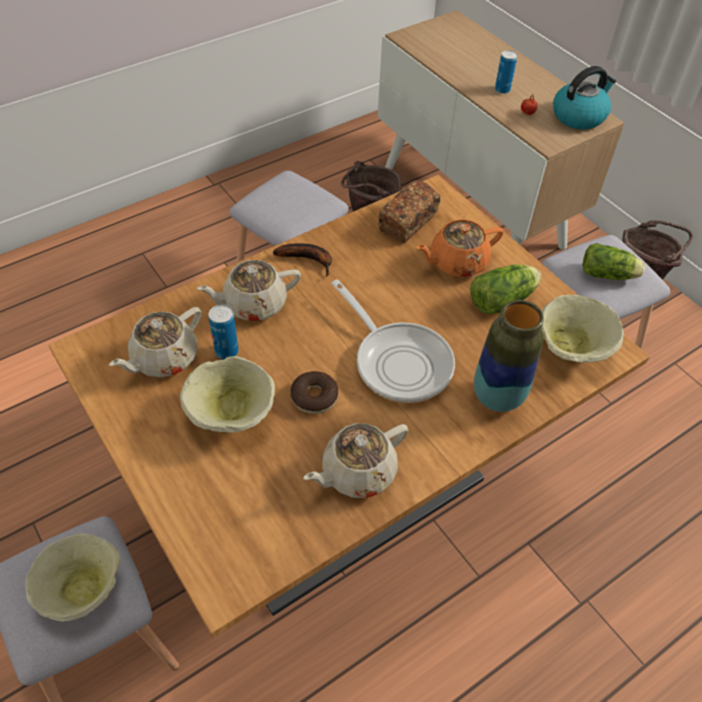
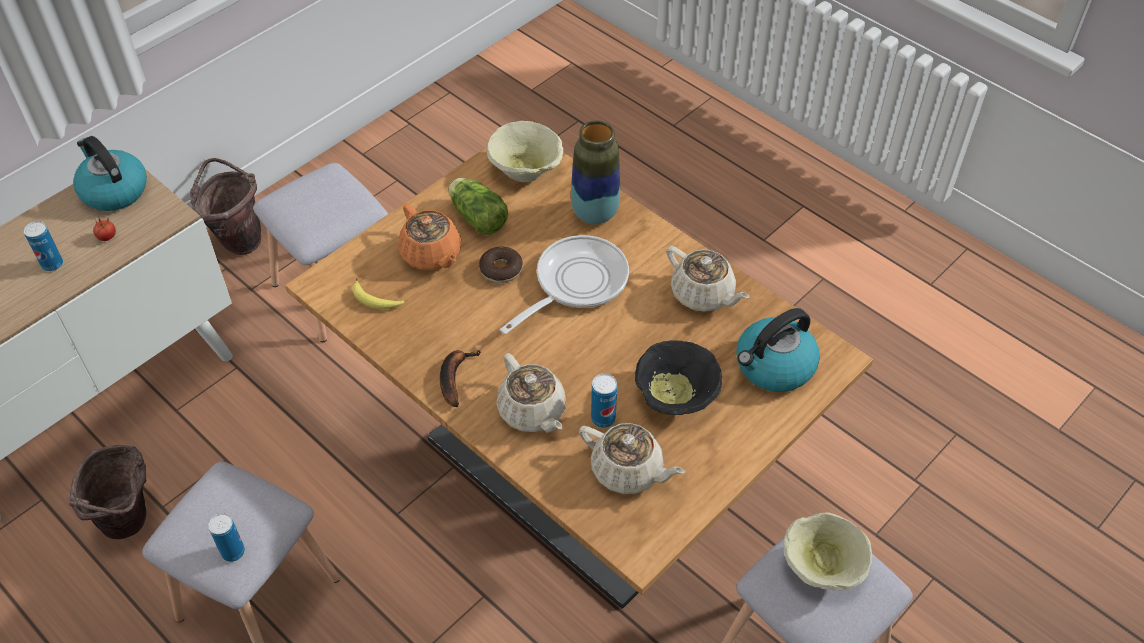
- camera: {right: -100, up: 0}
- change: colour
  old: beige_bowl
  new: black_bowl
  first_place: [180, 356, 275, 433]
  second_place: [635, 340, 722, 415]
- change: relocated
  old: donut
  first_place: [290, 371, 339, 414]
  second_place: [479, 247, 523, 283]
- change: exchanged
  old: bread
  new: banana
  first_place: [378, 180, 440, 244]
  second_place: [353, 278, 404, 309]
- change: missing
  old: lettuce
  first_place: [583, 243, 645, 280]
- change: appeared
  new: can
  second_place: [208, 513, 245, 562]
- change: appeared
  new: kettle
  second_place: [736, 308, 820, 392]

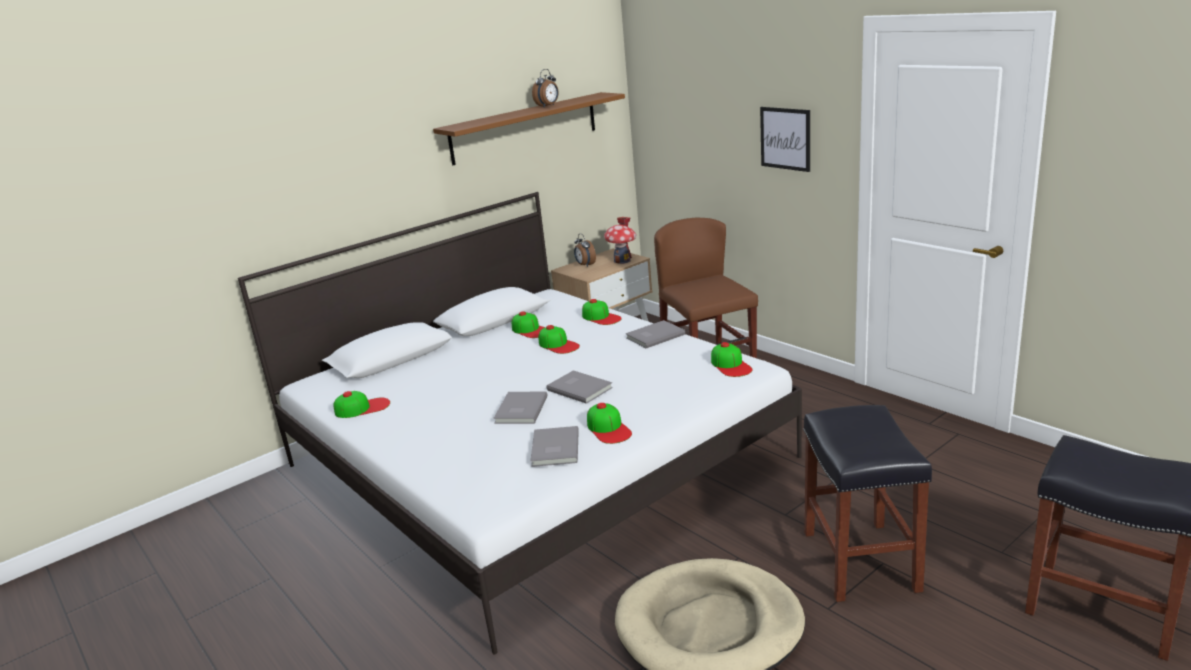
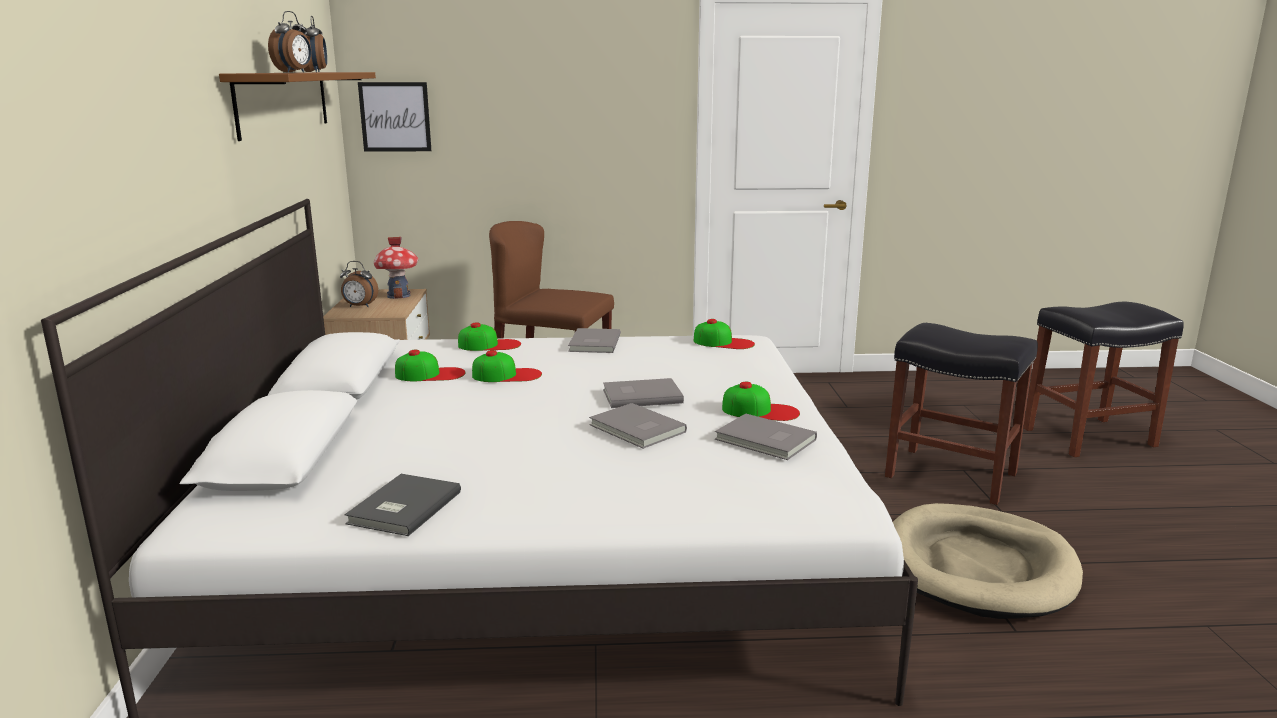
- camera: {right: -55, up: -5}
- change: exchanged
  old: cap
  new: grey_book
  first_place: [333, 391, 390, 418]
  second_place: [344, 474, 461, 536]
- change: relocated
  old: picture
  first_place: [760, 107, 810, 172]
  second_place: [358, 82, 431, 152]
- change: appeared
  new: alarm_clock
  second_place: [268, 11, 312, 73]

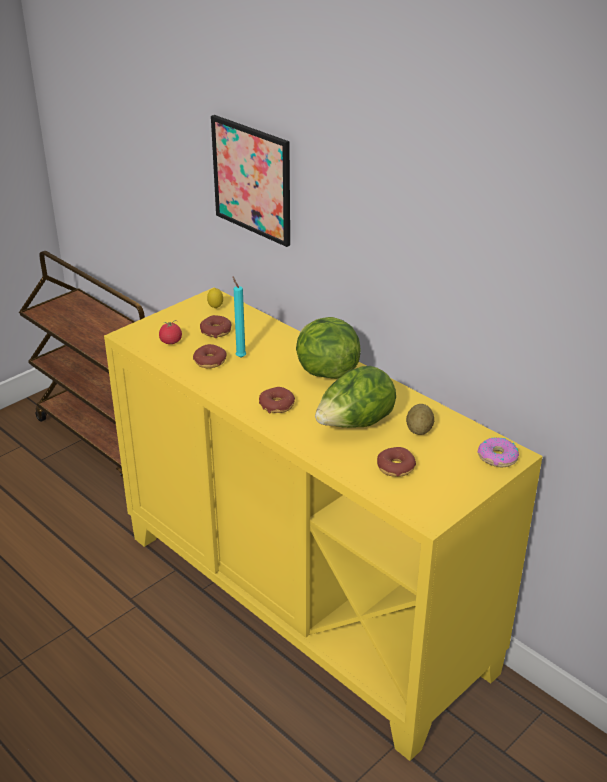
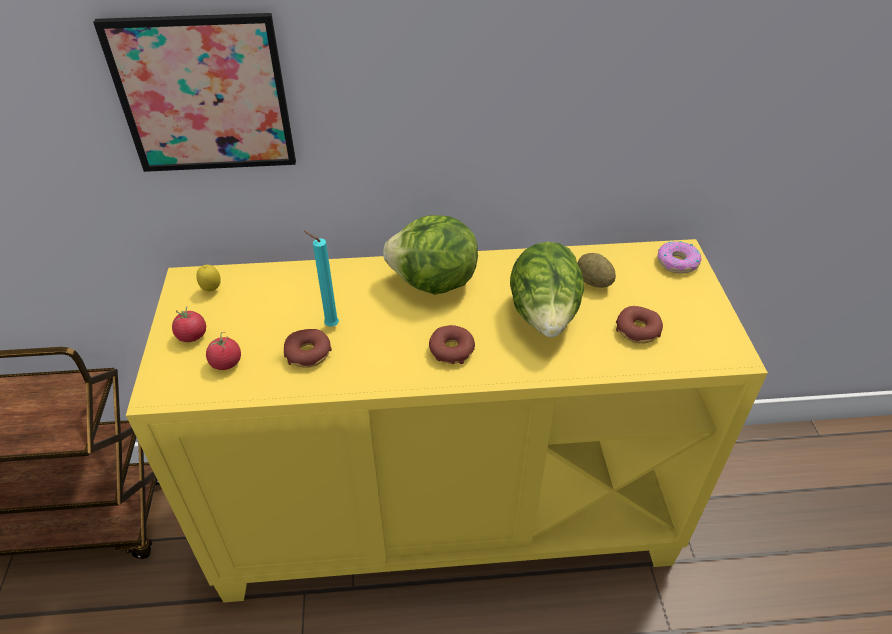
- camera: {right: -50, up: 10}
- change: missing
  old: donut
  first_place: [200, 315, 232, 338]
- change: appeared
  new: tomato
  second_place: [172, 307, 206, 342]

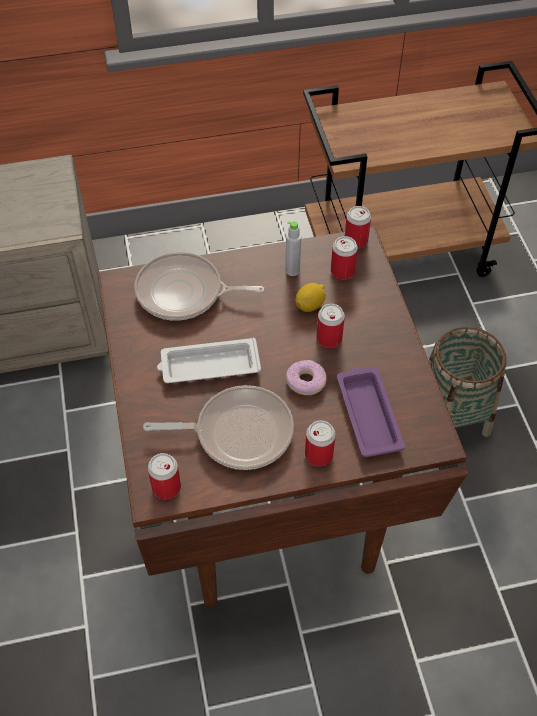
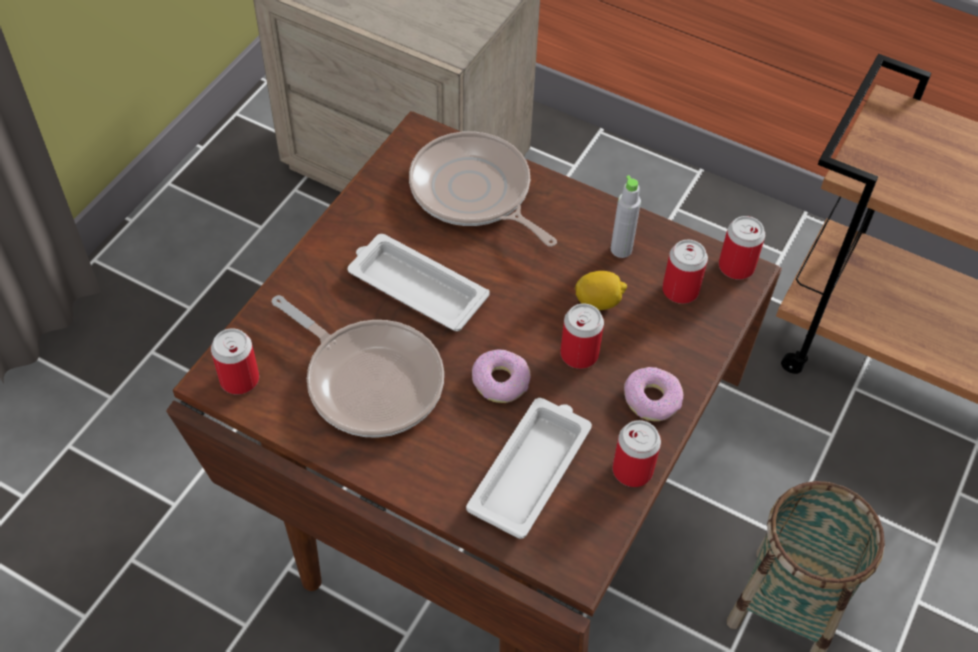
- camera: {right: 40, up: 0}
- change: relocated
  old: can
  first_place: [305, 420, 336, 466]
  second_place: [612, 420, 661, 487]
- change: colour
  old: purple_tray
  new: white_tray
  first_place: [337, 367, 405, 458]
  second_place: [466, 398, 592, 539]
- change: appeared
  new: donut
  second_place: [624, 367, 683, 421]

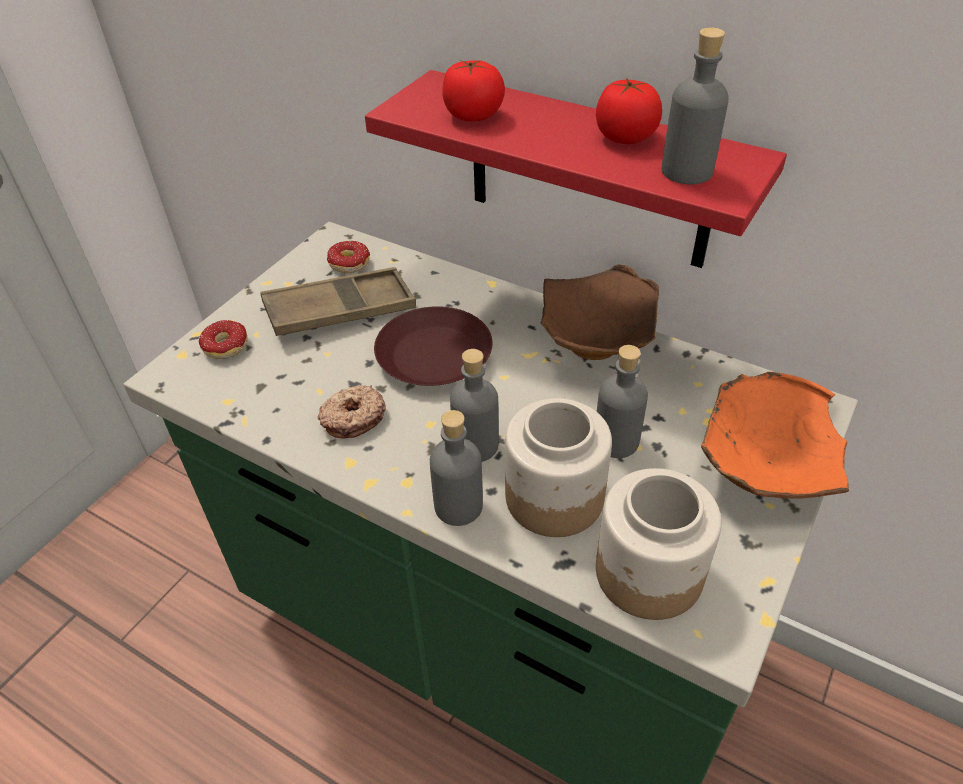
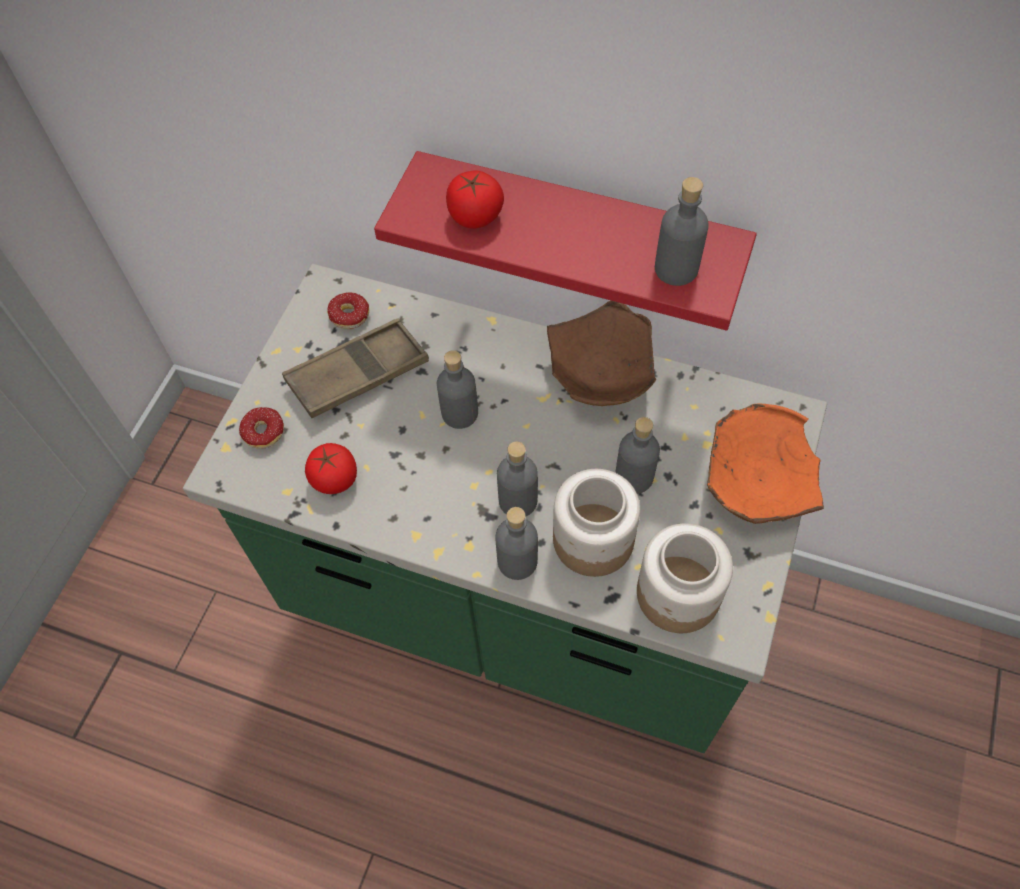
- camera: {right: -10, up: 15}
- change: missing
  old: donut
  first_place: [317, 385, 386, 439]
- change: exchanged
  old: brown_plate
  new: grey_bottle
  first_place: [374, 306, 492, 386]
  second_place: [437, 350, 478, 429]
- change: relocated
  old: tomato
  first_place: [596, 78, 662, 144]
  second_place: [305, 443, 357, 494]

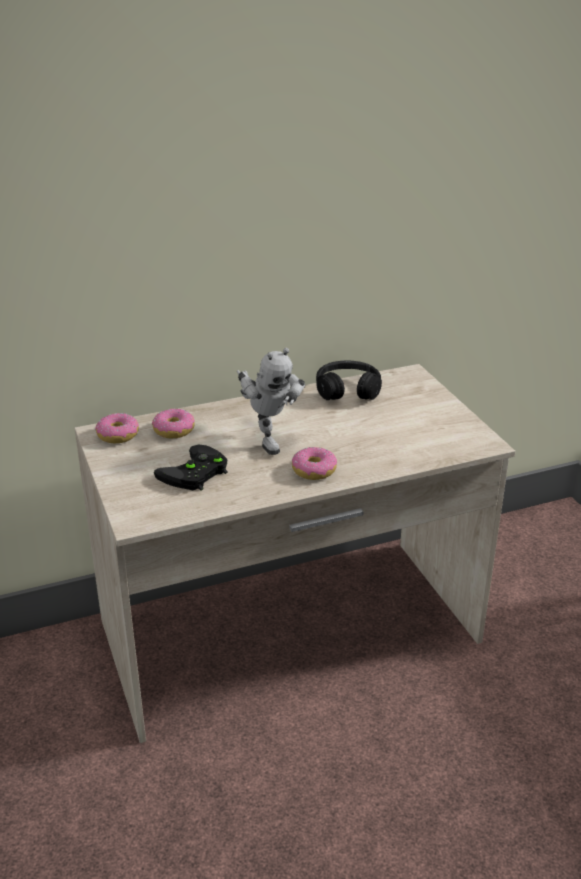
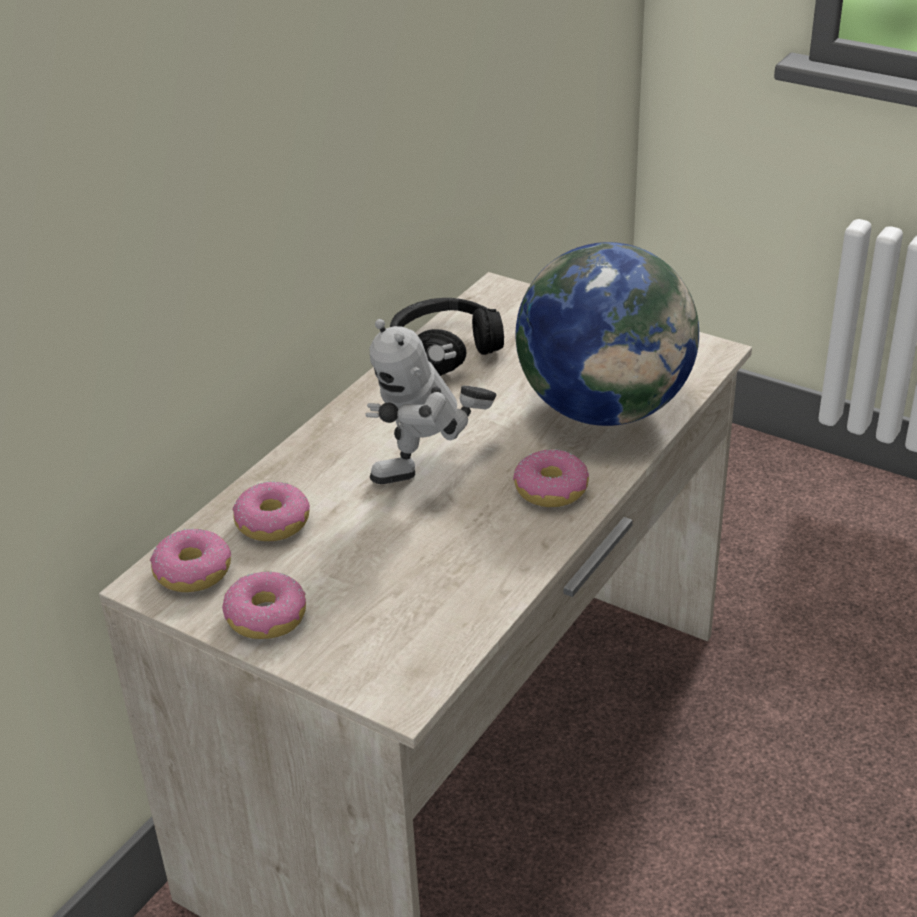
- camera: {right: -35, up: 5}
- change: missing
  old: black_game_controller
  first_place: [154, 445, 228, 490]
- change: spun
  old: toy_robot
  first_place: [237, 348, 305, 455]
  second_place: [366, 319, 497, 484]
  degrees: 120
- change: appeared
  new: donut
  second_place: [222, 572, 306, 639]
- change: appeared
  new: globe
  second_place: [516, 242, 699, 426]

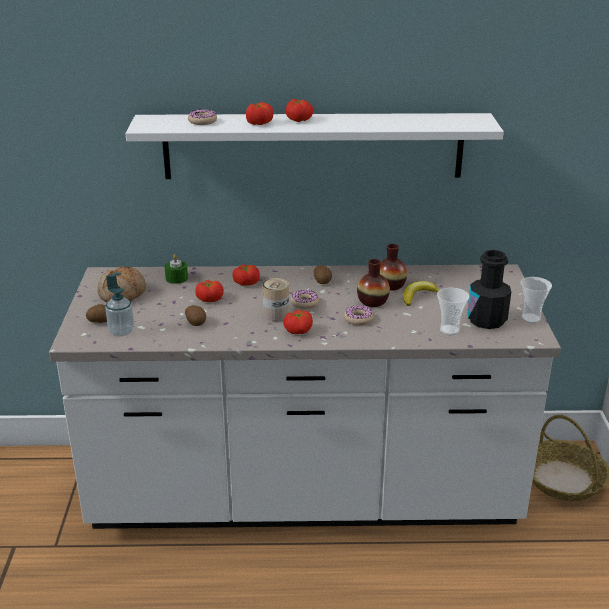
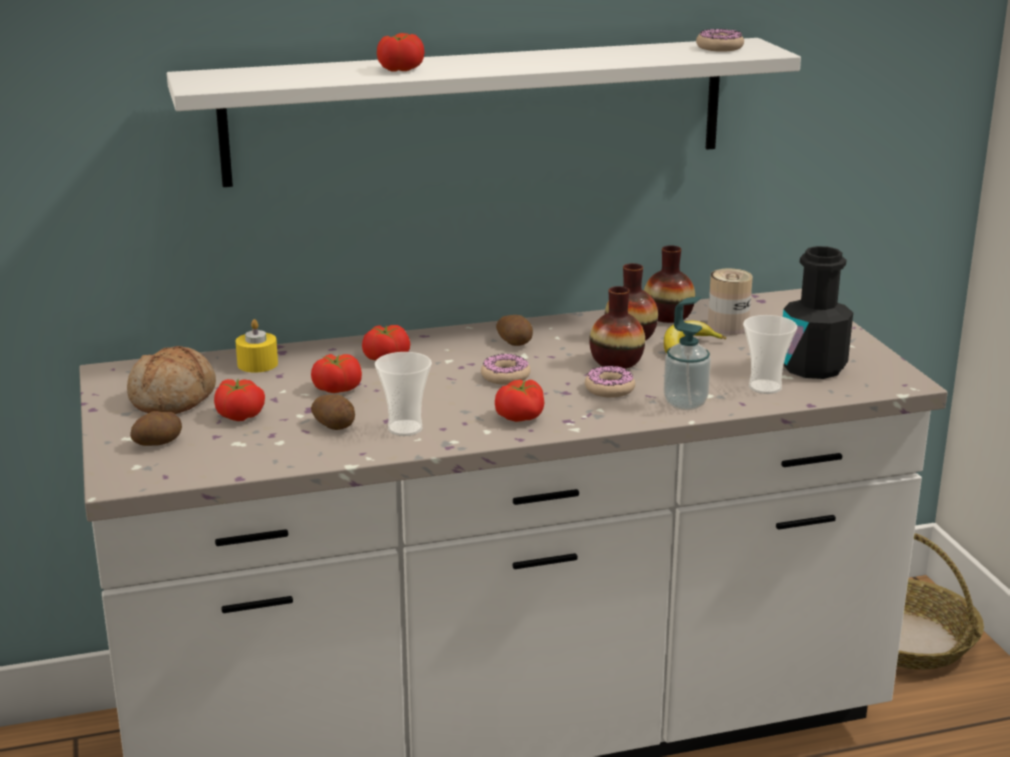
- camera: {right: -15, up: -5}
- change: relocated
  old: soap_dispenser
  first_place: [106, 272, 134, 336]
  second_place: [663, 296, 711, 410]
- change: colour
  old: green_candle
  new: yellow_candle
  first_place: [165, 254, 188, 284]
  second_place: [236, 319, 278, 373]
- change: relocated
  old: donut
  first_place: [188, 109, 217, 125]
  second_place: [696, 29, 744, 52]
- change: relocated
  old: can
  first_place: [262, 278, 289, 321]
  second_place: [708, 268, 753, 335]
- change: relocated
  old: tomato
  first_place: [286, 99, 314, 122]
  second_place: [214, 379, 265, 421]
- change: relocated
  old: cup
  first_place: [520, 277, 552, 323]
  second_place: [375, 352, 432, 436]
- change: appeared
  new: vase
  second_place: [644, 245, 695, 323]

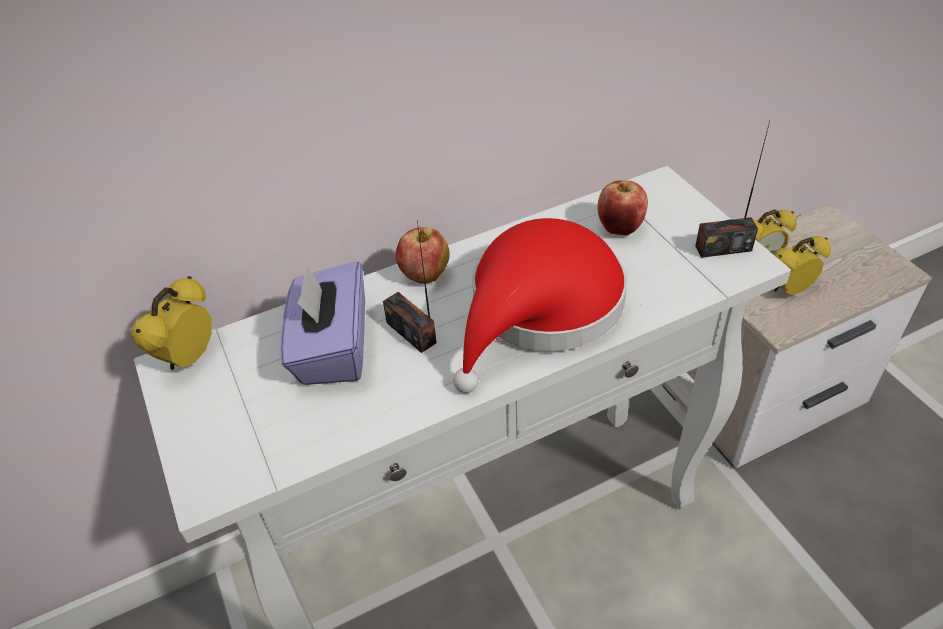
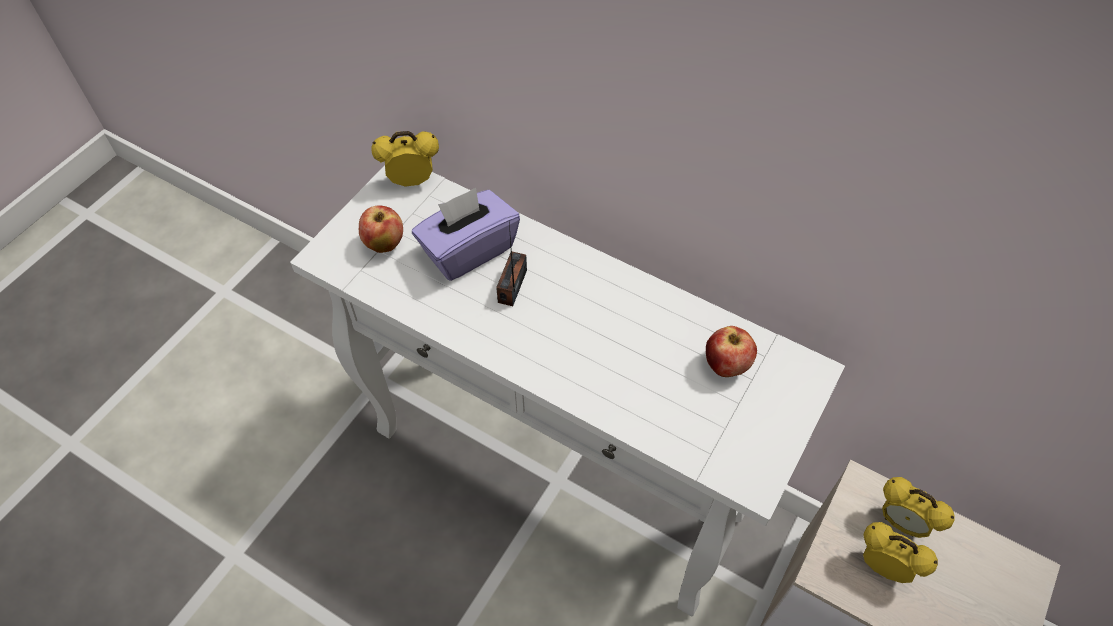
- camera: {right: 55, up: 10}
- change: relocated
  old: apple
  first_place: [396, 227, 450, 284]
  second_place: [359, 205, 403, 253]
- change: missing
  old: red_hat
  first_place: [453, 218, 627, 393]
- change: missing
  old: radio
  first_place: [695, 121, 770, 258]

